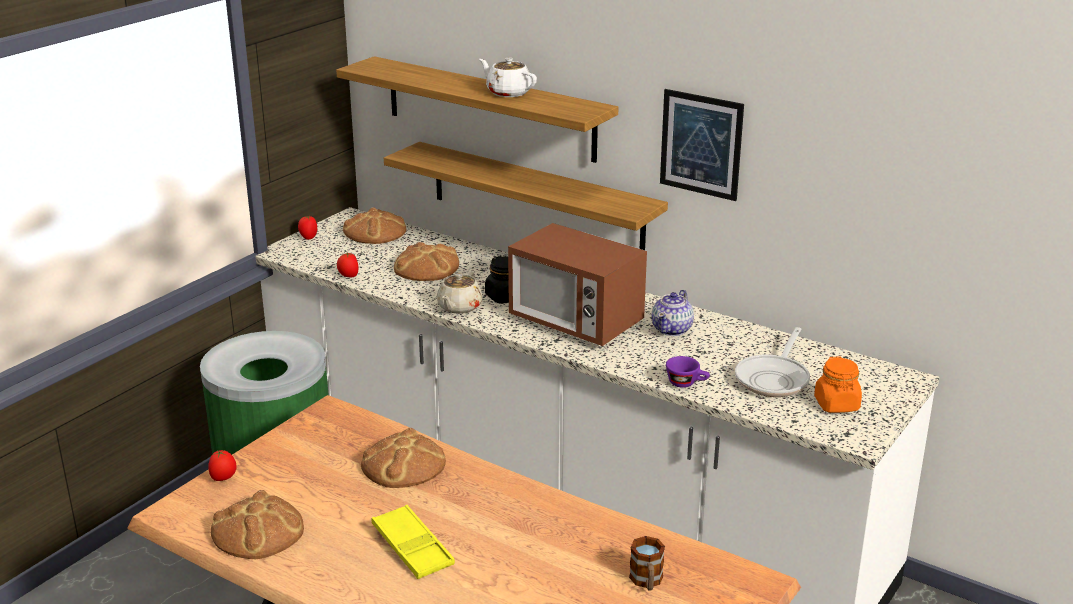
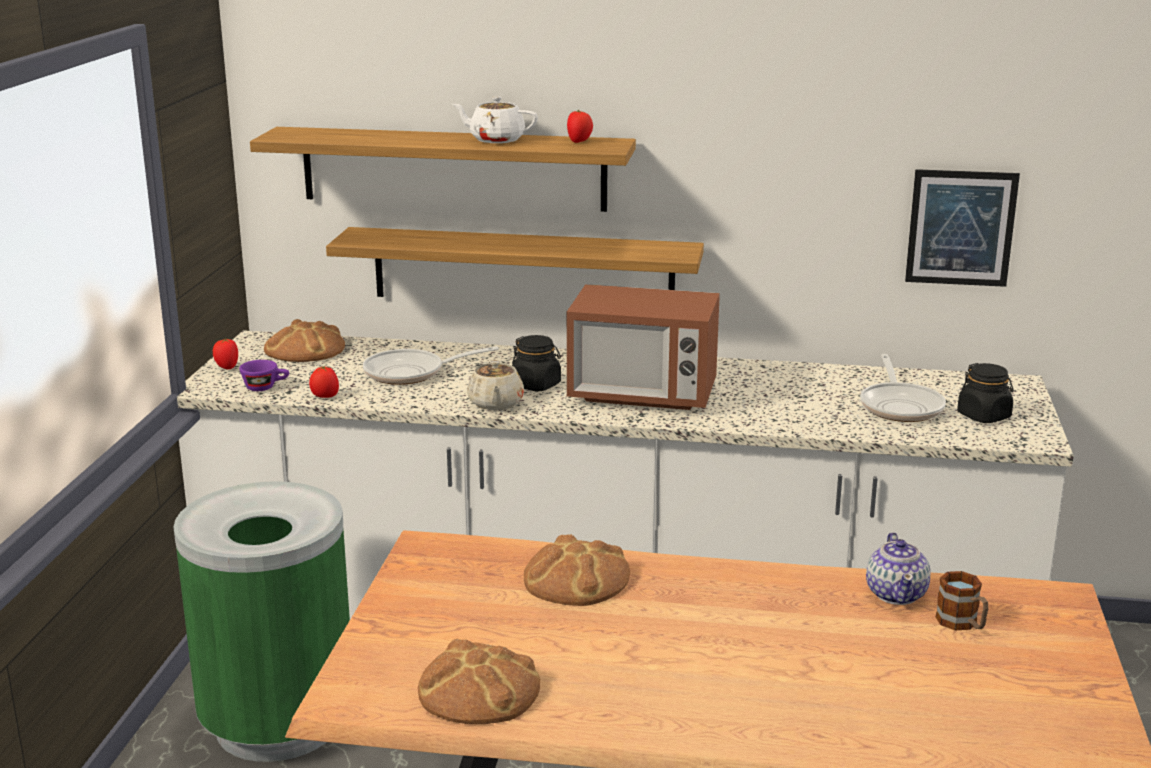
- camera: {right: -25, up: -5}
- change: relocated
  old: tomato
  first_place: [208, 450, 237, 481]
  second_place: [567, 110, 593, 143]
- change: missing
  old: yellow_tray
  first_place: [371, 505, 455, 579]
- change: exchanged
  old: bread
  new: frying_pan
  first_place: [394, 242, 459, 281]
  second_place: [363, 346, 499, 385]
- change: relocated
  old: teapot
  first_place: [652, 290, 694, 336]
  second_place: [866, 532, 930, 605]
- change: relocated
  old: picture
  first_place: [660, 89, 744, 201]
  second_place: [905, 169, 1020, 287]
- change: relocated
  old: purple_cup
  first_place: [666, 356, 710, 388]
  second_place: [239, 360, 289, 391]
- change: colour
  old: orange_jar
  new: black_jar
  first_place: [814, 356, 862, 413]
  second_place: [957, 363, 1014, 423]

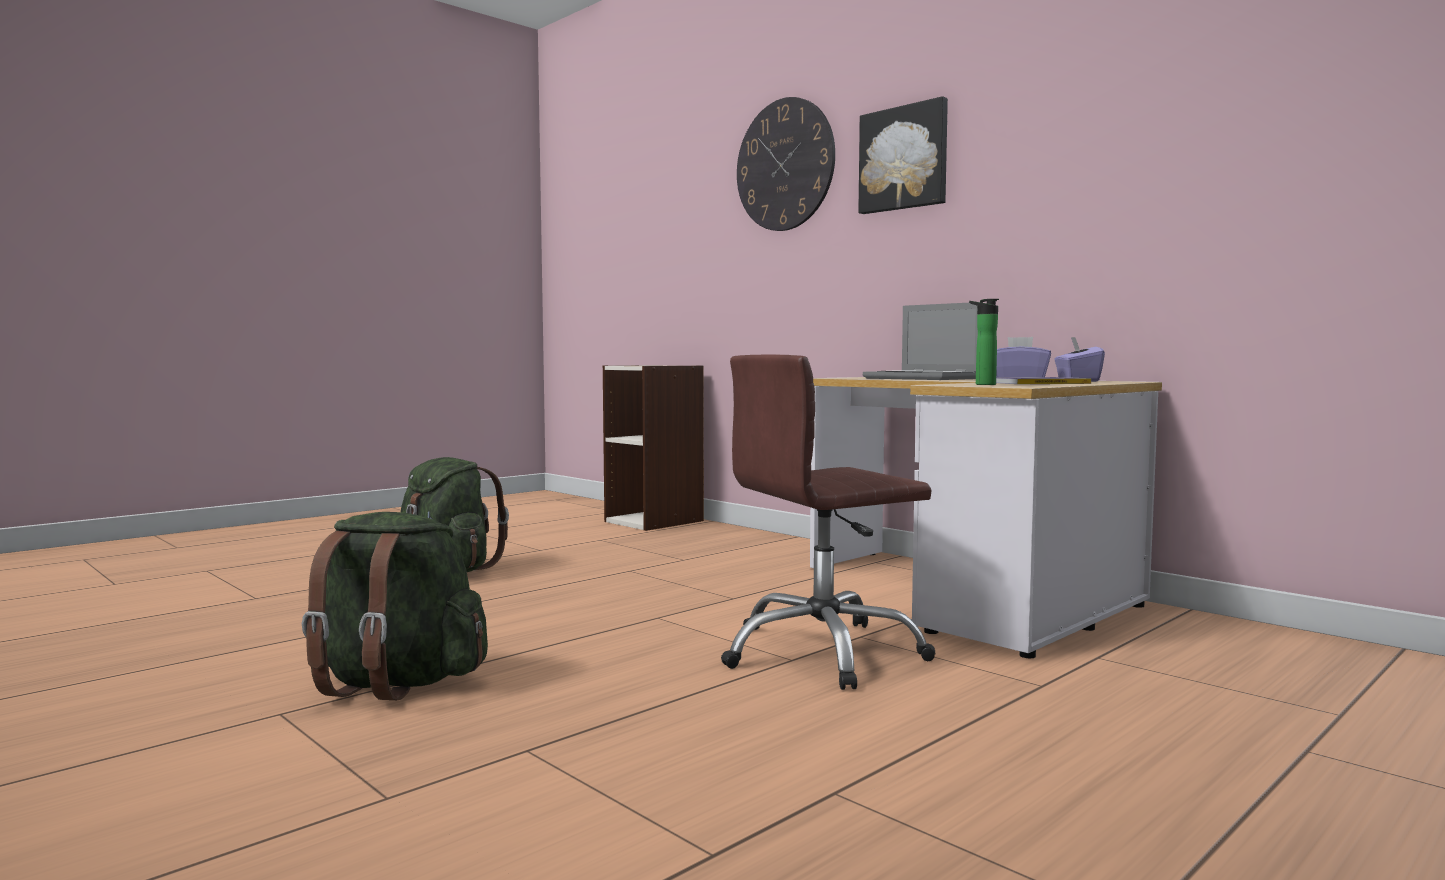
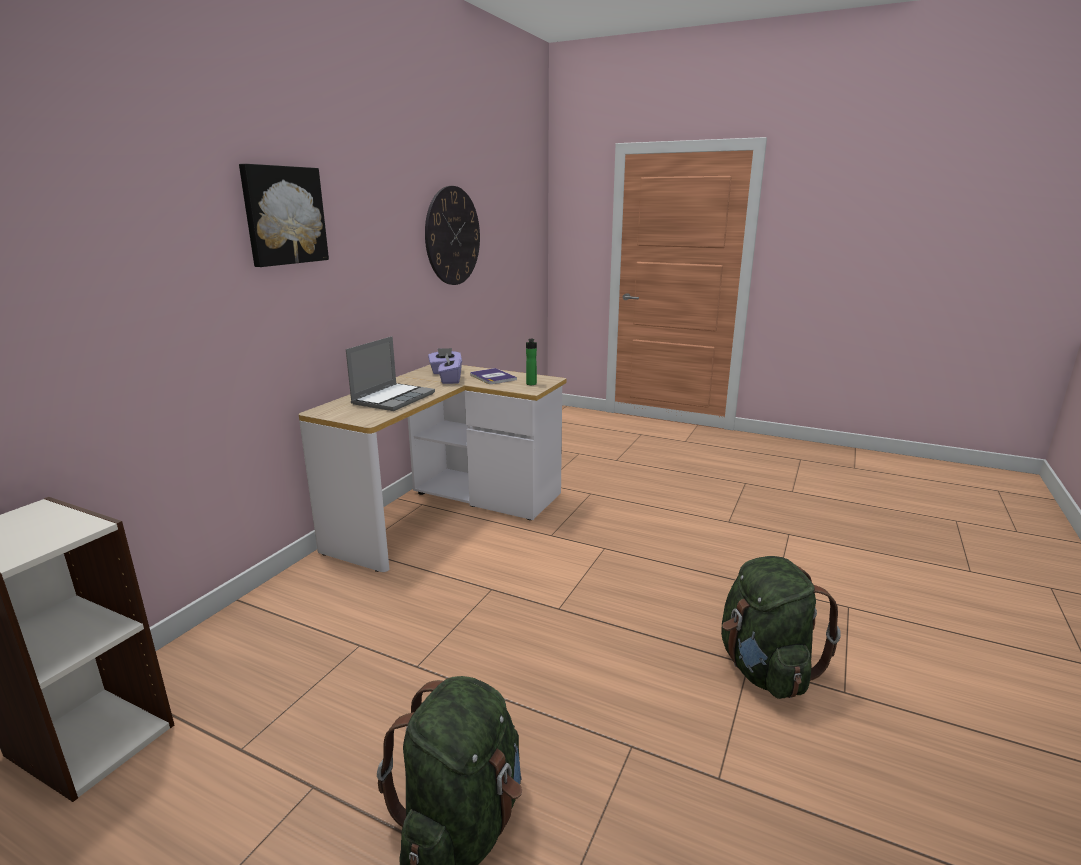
- camera: {right: -110, up: 15}
- change: missing
  old: brown_office_chair
  first_place: [721, 355, 935, 690]
- change: relocated
  old: wall_clock
  first_place: [737, 97, 835, 231]
  second_place: [425, 186, 480, 285]

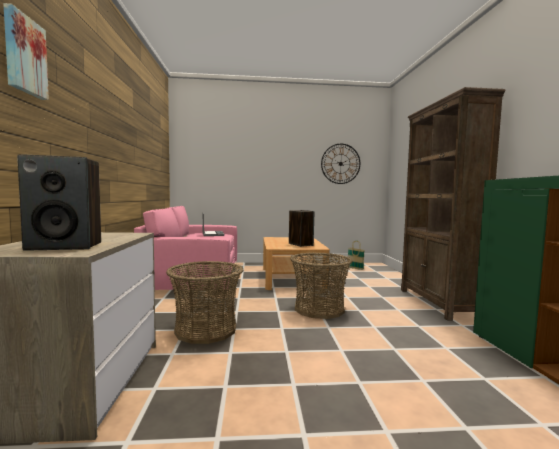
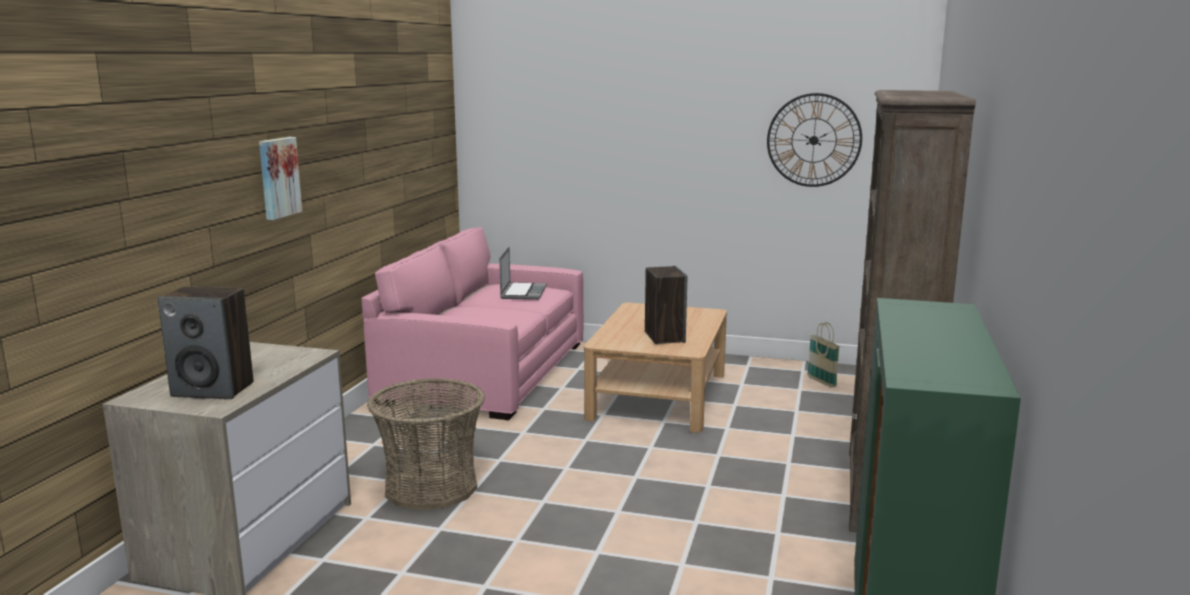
- camera: {right: 20, up: 10}
- change: relocated
  old: picture
  first_place: [3, 3, 49, 100]
  second_place: [259, 137, 303, 220]
- change: missing
  old: basket
  first_place: [290, 253, 353, 319]

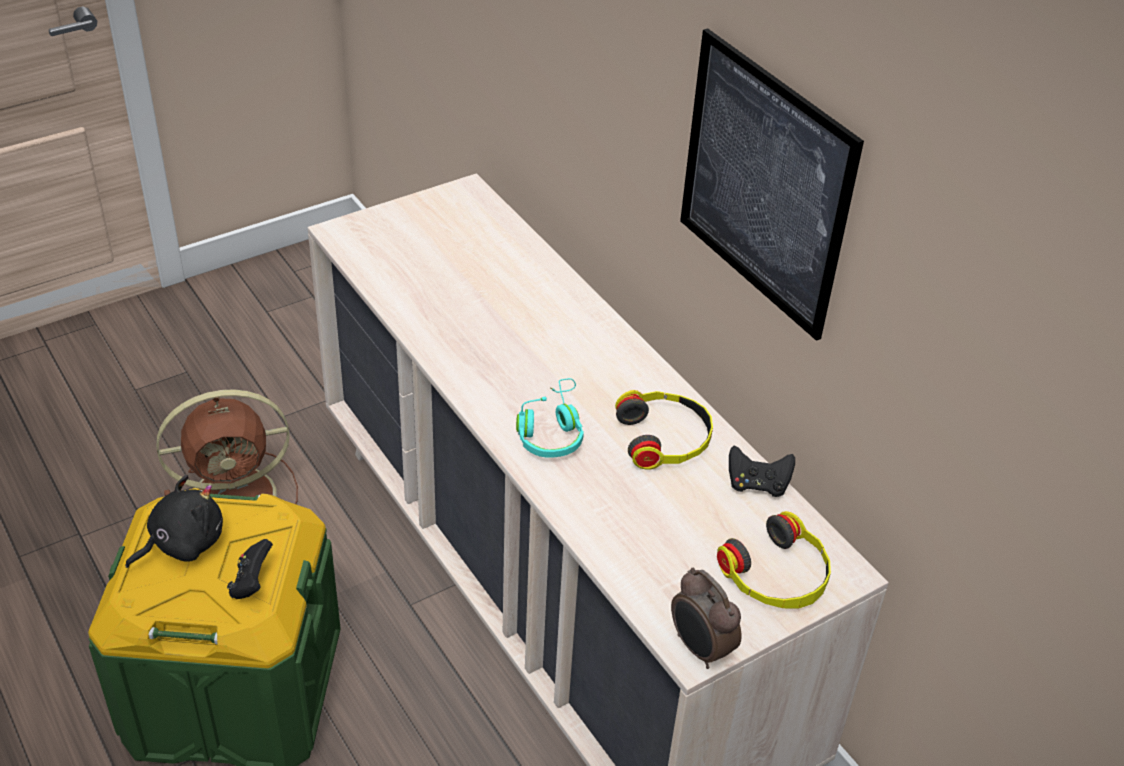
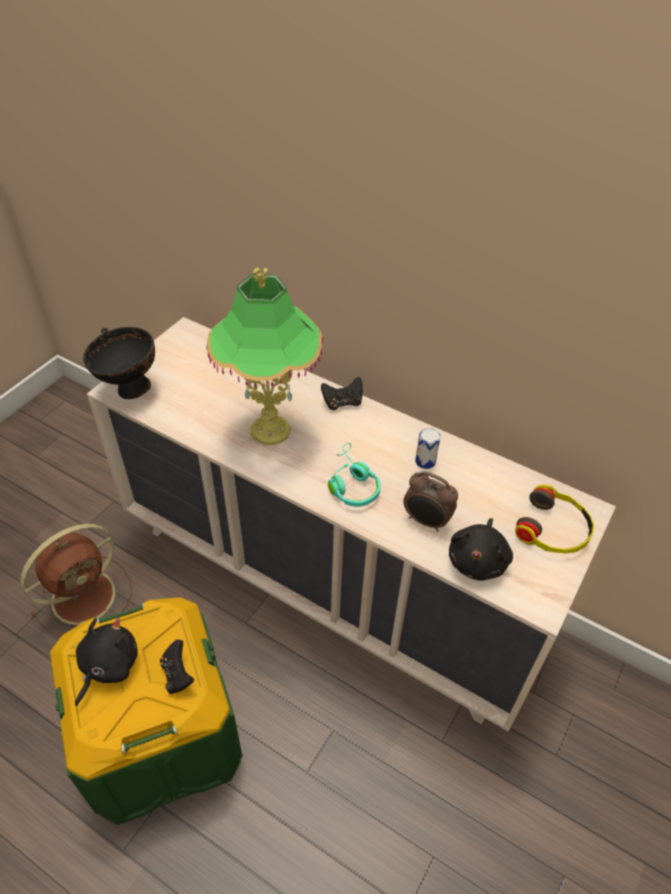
- camera: {right: -25, up: 5}
- change: exchanged
  old: headphones
  new: can
  first_place: [615, 390, 713, 470]
  second_place: [415, 428, 440, 469]
- change: relocated
  old: alarm_clock
  first_place: [671, 568, 742, 669]
  second_place: [403, 472, 458, 532]
- change: missing
  old: picture
  first_place: [680, 28, 864, 341]
- change: relocated
  old: black_game_controller
  first_place: [729, 446, 795, 497]
  second_place: [321, 377, 363, 410]
- change: appeared
  new: black_bowl
  second_place: [83, 327, 155, 399]
- change: appeared
  new: table_lamp
  second_place: [206, 268, 323, 445]
- change: appeared
  new: black_plush_toy
  second_place: [449, 518, 513, 581]

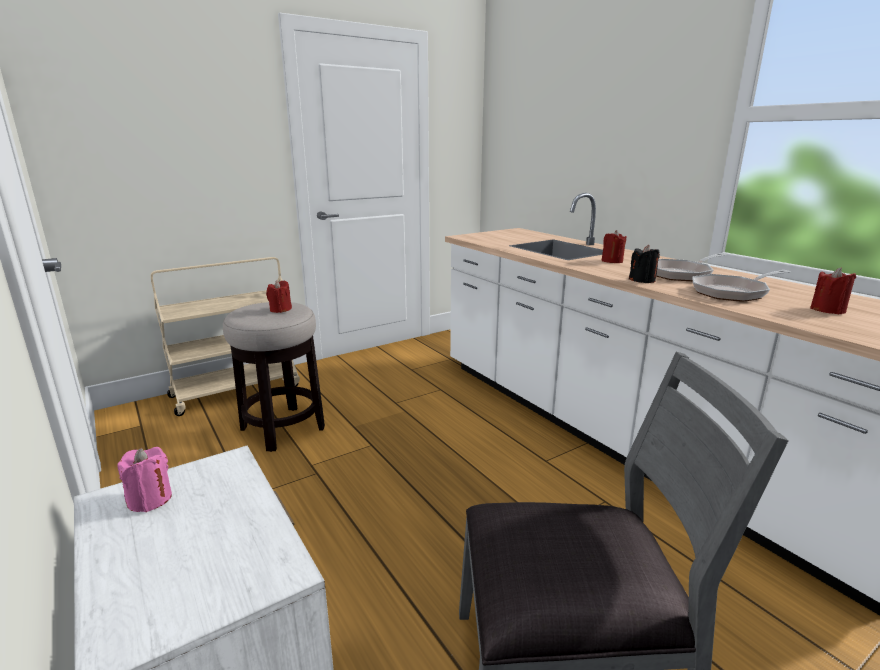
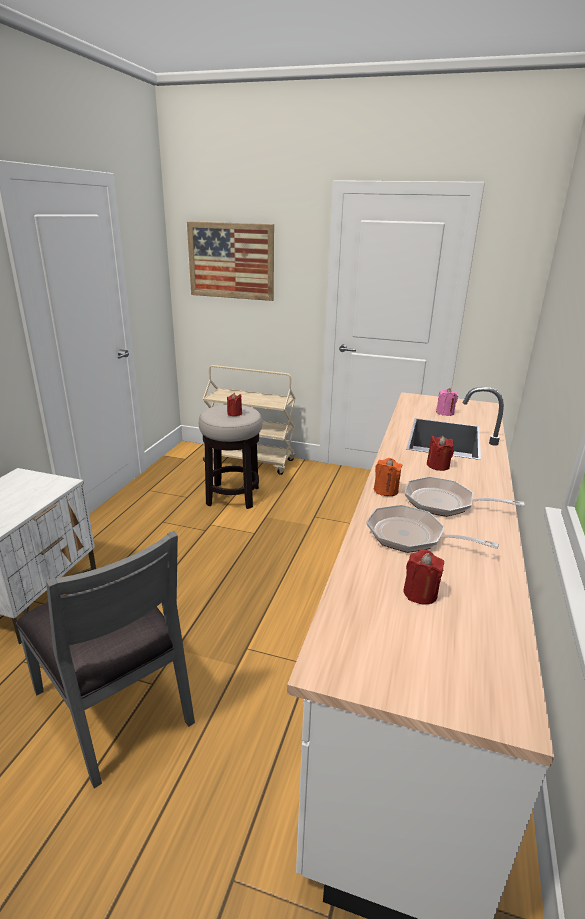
- camera: {right: 50, up: 5}
- change: relocated
  old: pink_candle
  first_place: [117, 447, 172, 512]
  second_place: [436, 388, 458, 416]
- change: colour
  old: black_candle
  new: orange_candle
  first_place: [629, 245, 660, 283]
  second_place: [374, 458, 402, 496]
- change: appeared
  new: picture
  second_place: [187, 221, 274, 301]

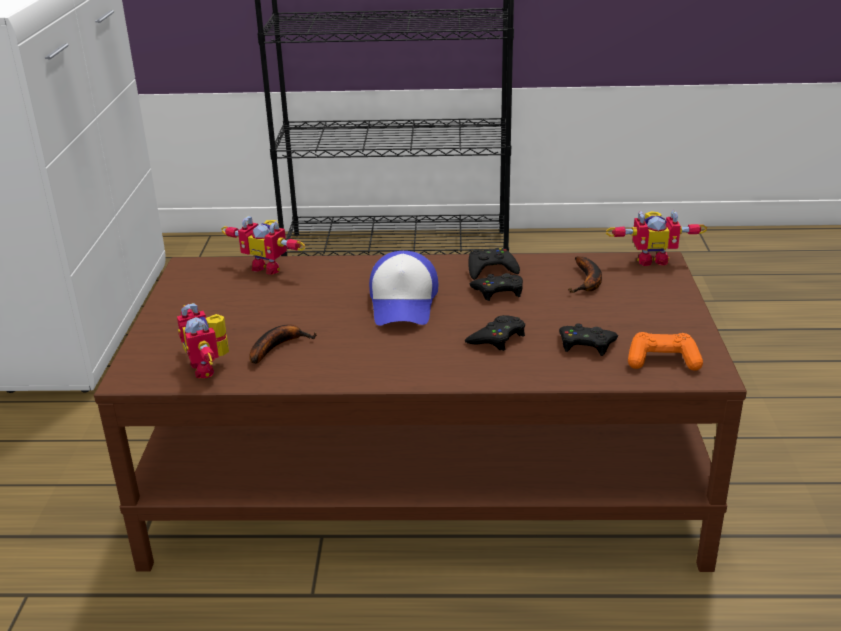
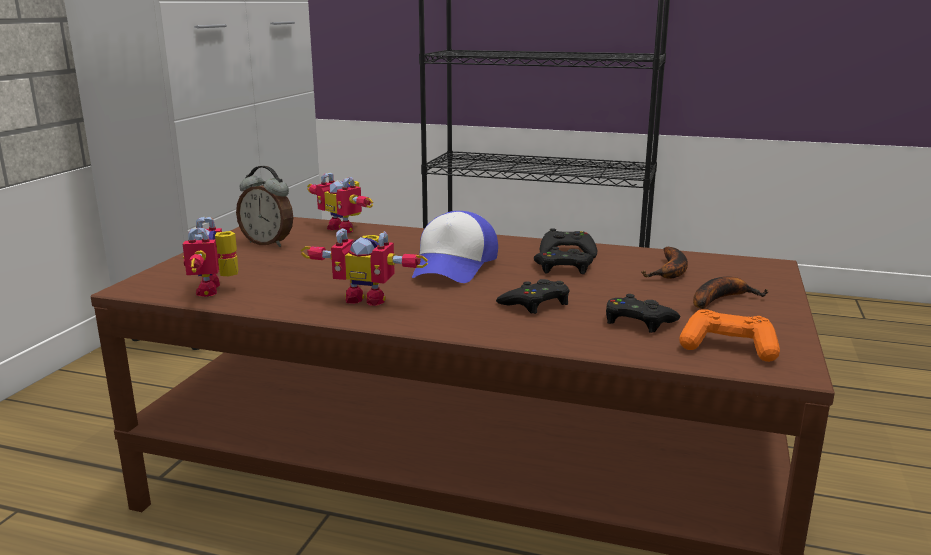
- camera: {right: 15, up: -10}
- change: relocated
  old: banana
  first_place: [249, 324, 317, 364]
  second_place: [693, 277, 768, 309]
- change: relocated
  old: toy_robot
  first_place: [606, 210, 707, 266]
  second_place: [301, 228, 428, 306]
- change: appeared
  new: alarm_clock
  second_place: [236, 166, 293, 247]

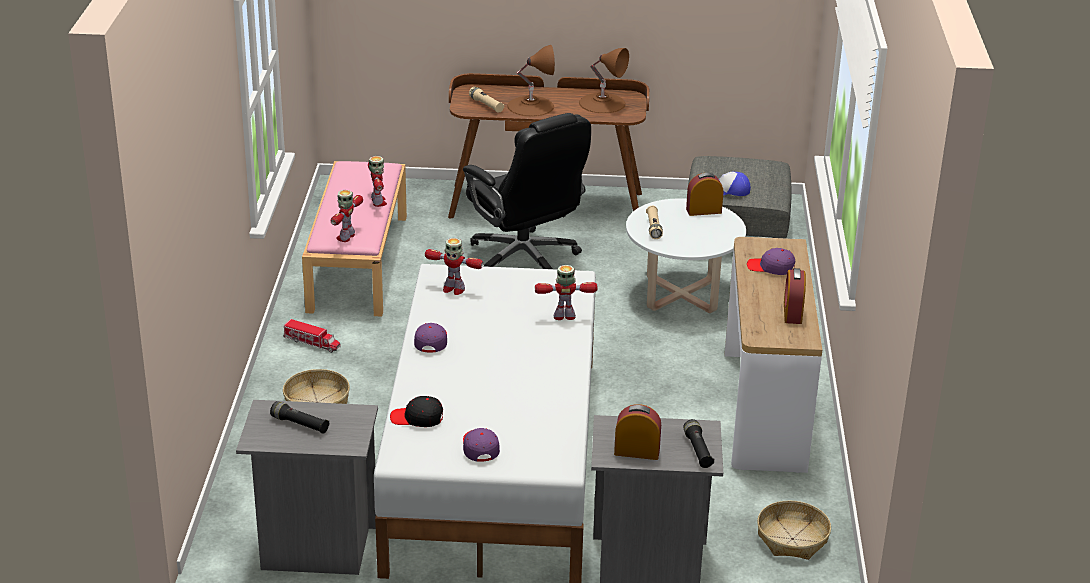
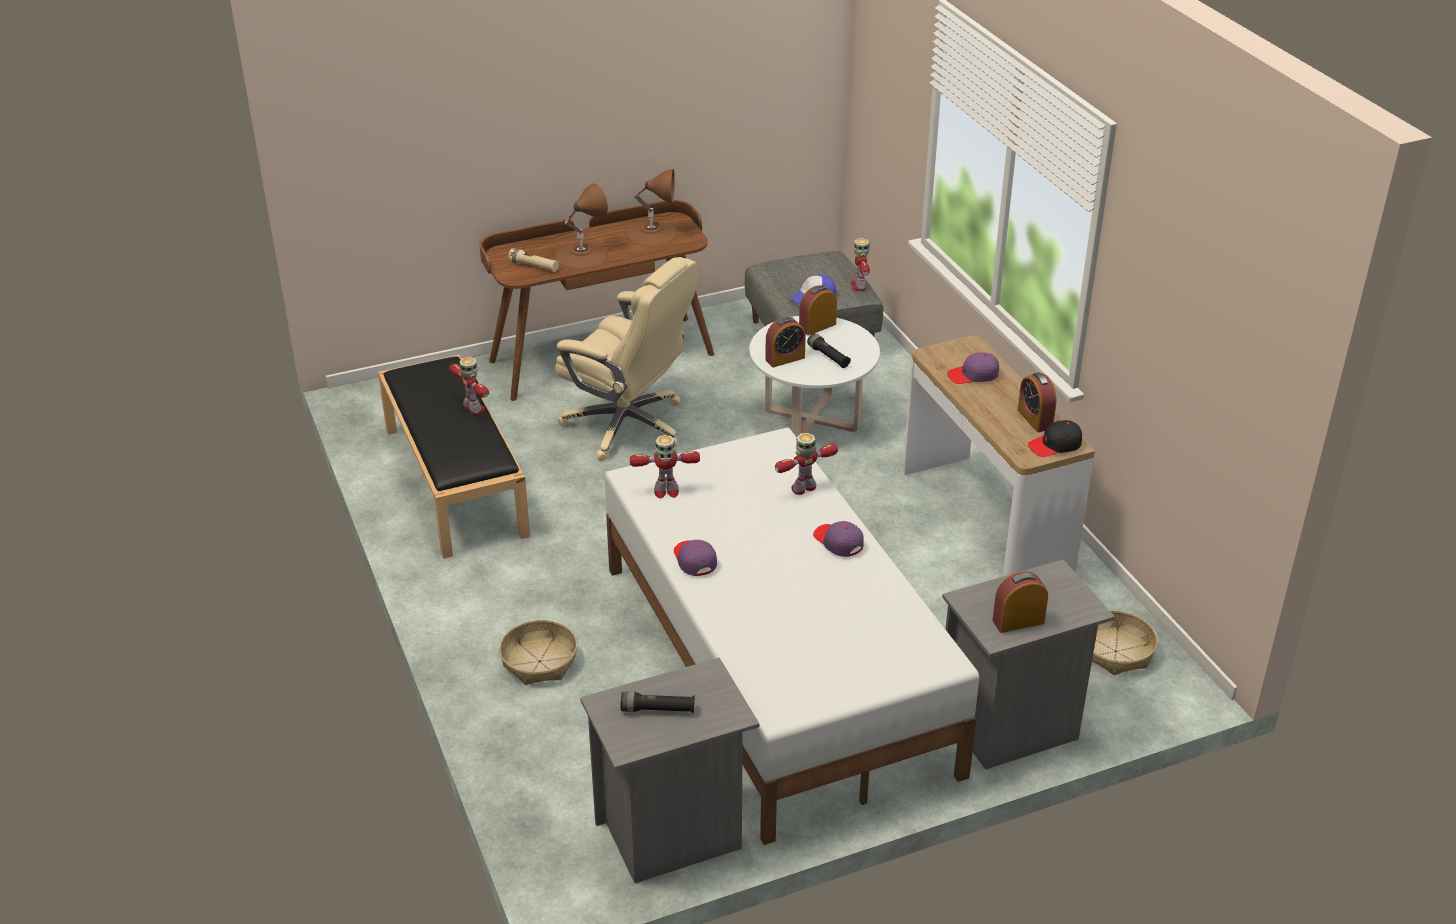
- camera: {right: -25, up: 5}
- change: missing
  old: toy_truck
  first_place: [283, 319, 341, 353]
- change: colour
  old: pink_bench
  new: black_bench
  first_place: [302, 161, 407, 317]
  second_place: [378, 355, 530, 559]
- change: relocated
  old: toy_robot
  first_place: [331, 190, 363, 242]
  second_place: [850, 238, 870, 291]
- change: relocated
  old: black_cap
  first_place: [390, 396, 443, 427]
  second_place: [1028, 420, 1082, 457]
- change: colour
  old: black_office_chair
  new: beige_office_chair
  first_place: [463, 113, 591, 269]
  second_place: [555, 257, 698, 461]
- change: relocated
  old: purple_cap
  first_place: [463, 428, 500, 462]
  second_place: [813, 521, 864, 557]
- change: exchanged
  old: beige_flashlight
  new: alarm_clock
  first_place: [646, 206, 663, 239]
  second_place: [765, 317, 806, 367]
- change: relocated
  old: black_flashlight
  first_place: [683, 419, 714, 468]
  second_place: [807, 333, 851, 368]

